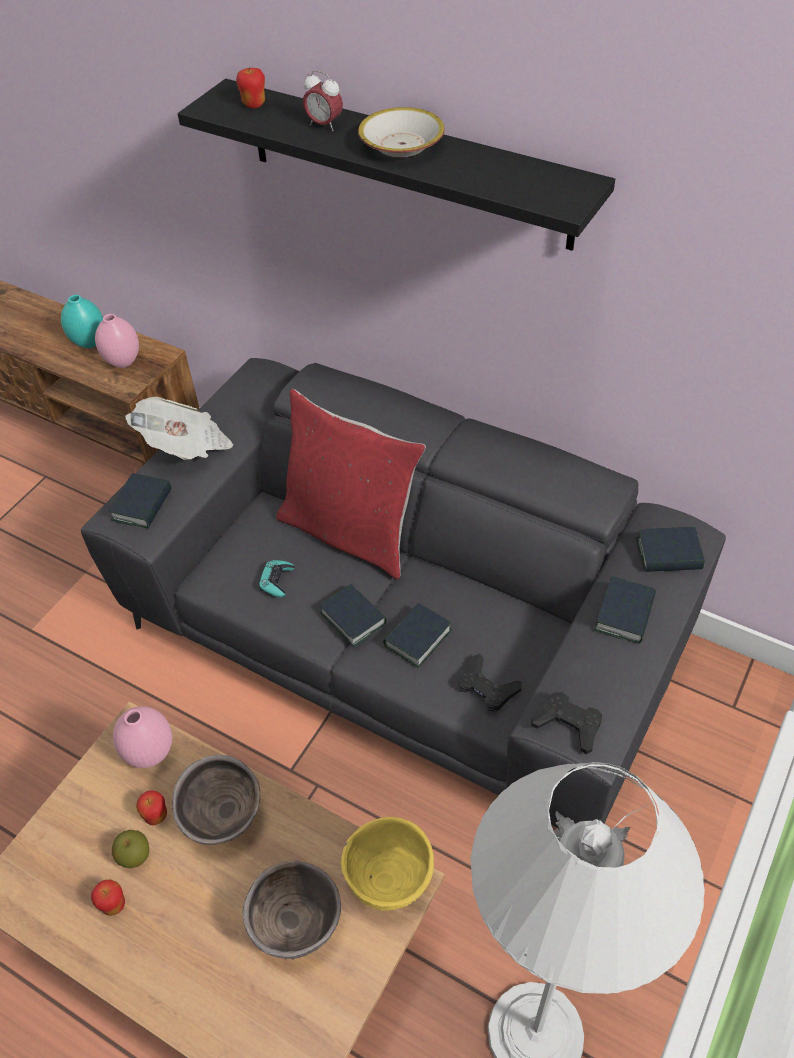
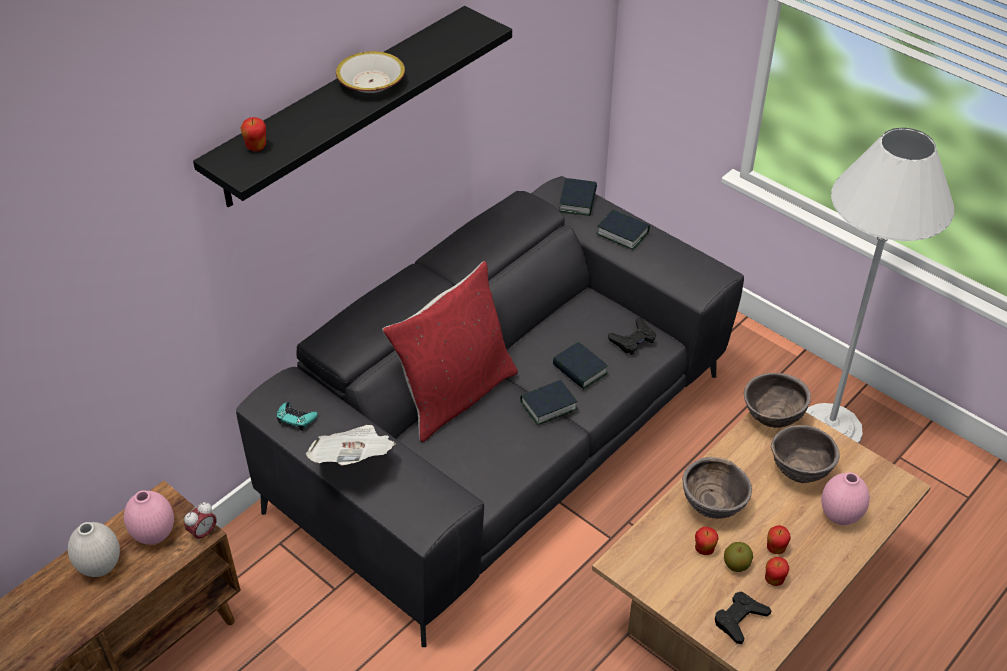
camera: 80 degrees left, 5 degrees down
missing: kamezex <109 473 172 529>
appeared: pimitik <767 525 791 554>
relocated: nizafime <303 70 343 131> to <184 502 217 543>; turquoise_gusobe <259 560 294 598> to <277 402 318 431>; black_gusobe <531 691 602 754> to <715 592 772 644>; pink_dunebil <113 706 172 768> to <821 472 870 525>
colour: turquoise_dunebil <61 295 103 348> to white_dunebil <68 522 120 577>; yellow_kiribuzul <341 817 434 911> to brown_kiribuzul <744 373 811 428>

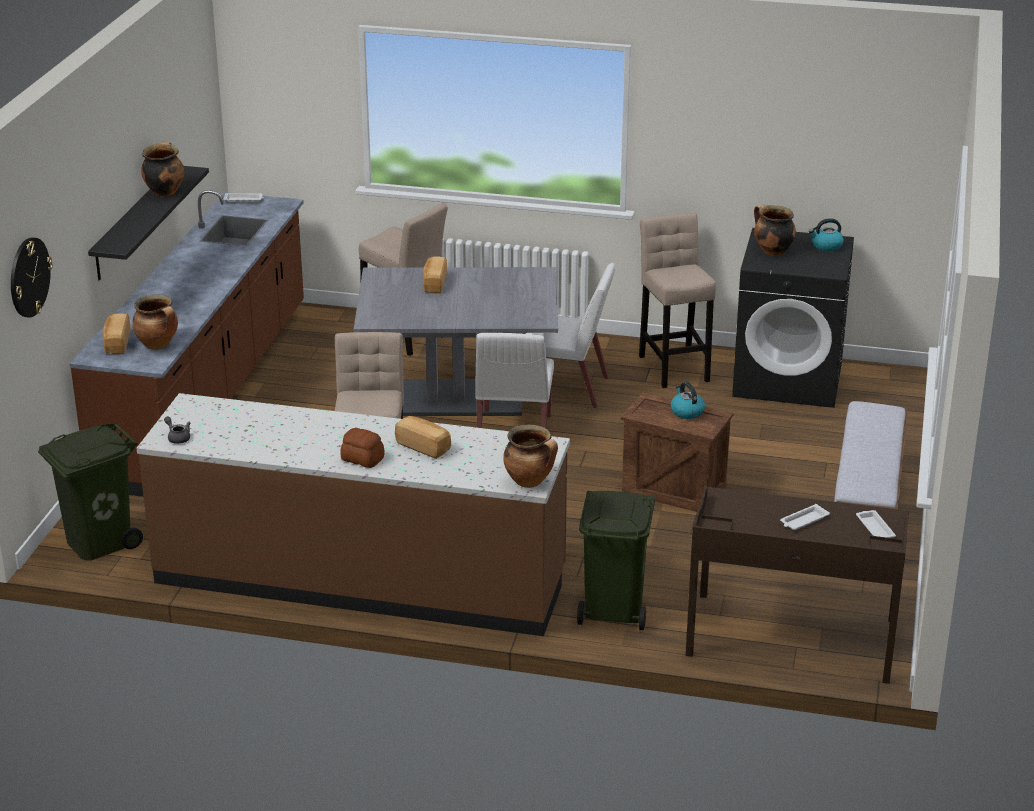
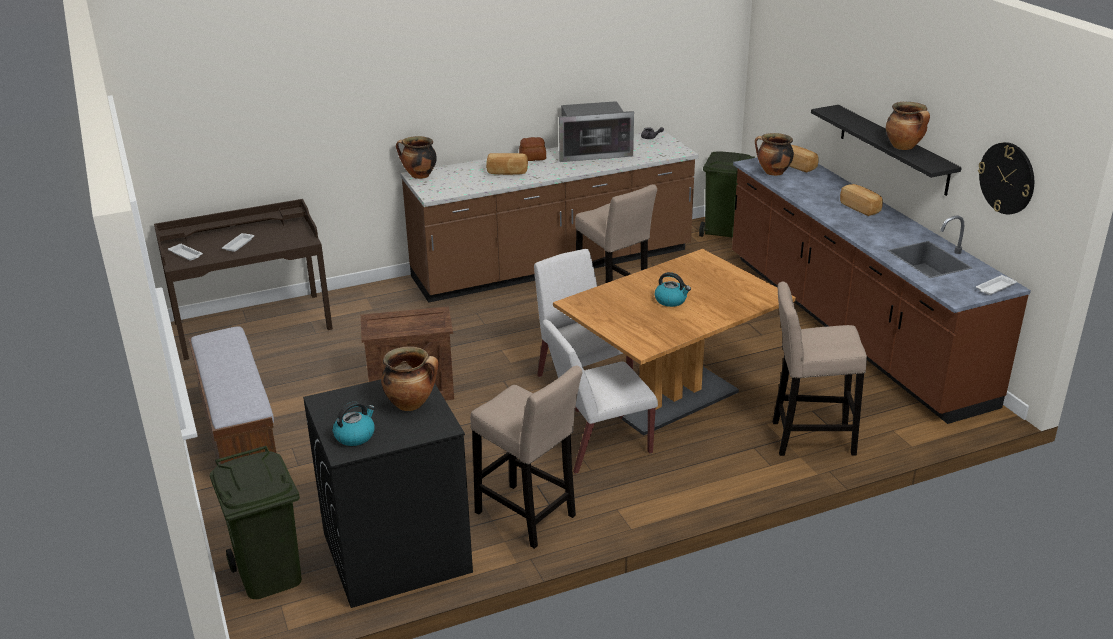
camera: 145 degrees right, 0 degrees up
appeared: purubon <559 101 634 162>
relocated: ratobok <11 237 53 318> to <978 142 1034 214>; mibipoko <423 256 447 293> to <840 184 883 216>; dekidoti <671 382 705 419> to <655 272 691 307>; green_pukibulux <577 491 655 630> to <210 446 302 599>
colour: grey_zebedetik <354 267 558 416> to brown_zebedetik <553 249 796 436>

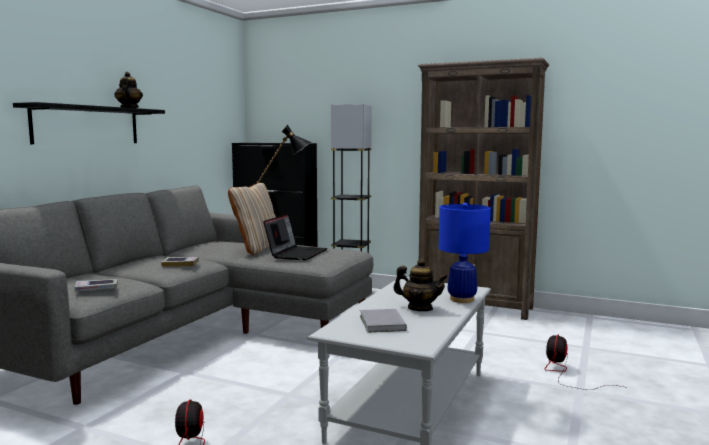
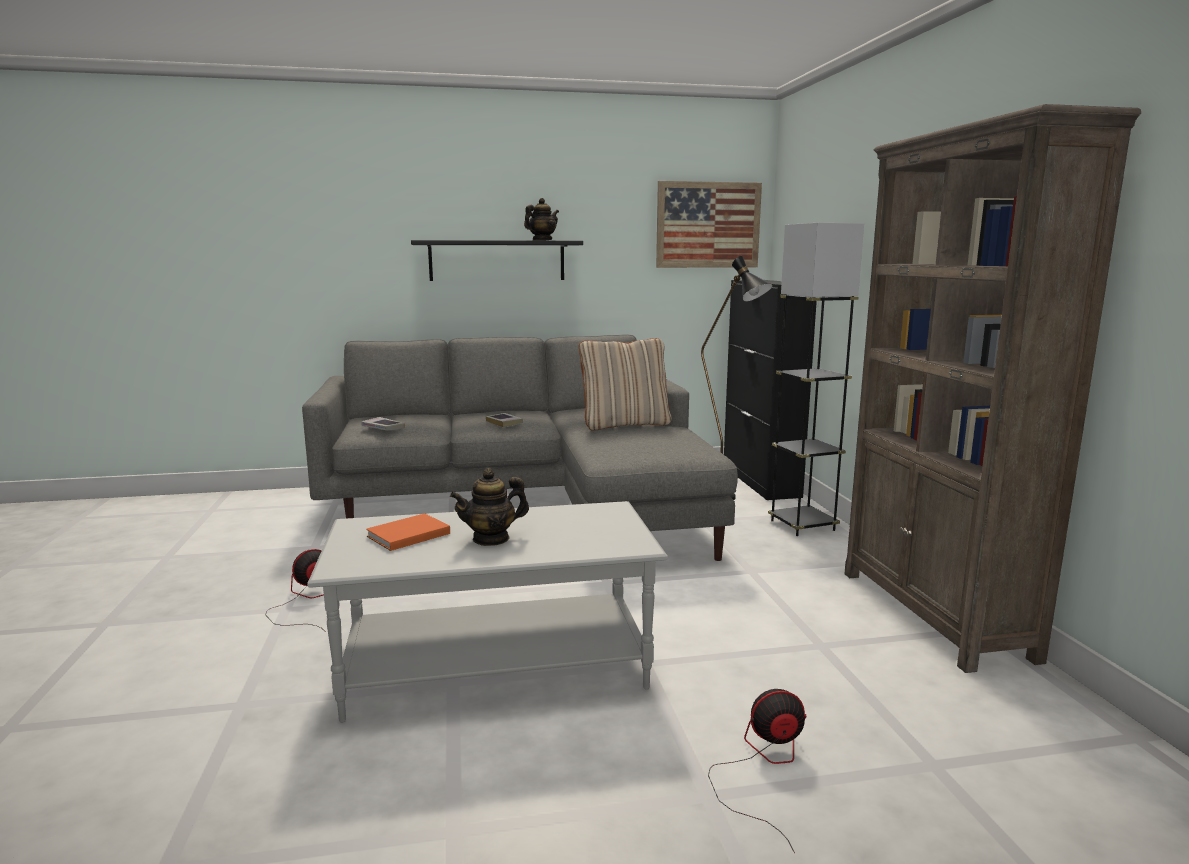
camera: 55 degrees right, 5 degrees up
missing: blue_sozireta <439 203 491 303>; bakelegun <263 214 328 261>
appeared: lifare <656 181 762 268>
colour: grey_kamezex <360 309 407 333> to orange_kamezex <366 513 450 551>
spun: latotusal <394 259 448 311> = <450 468 529 546> 75 degrees clockwise

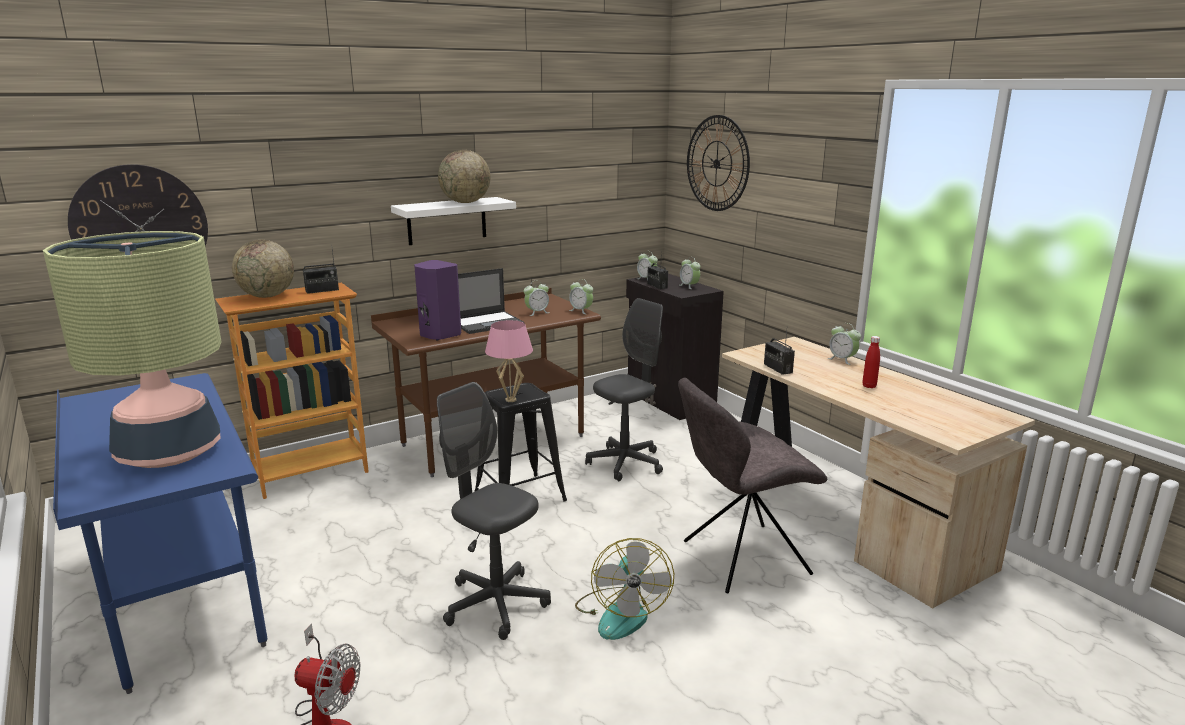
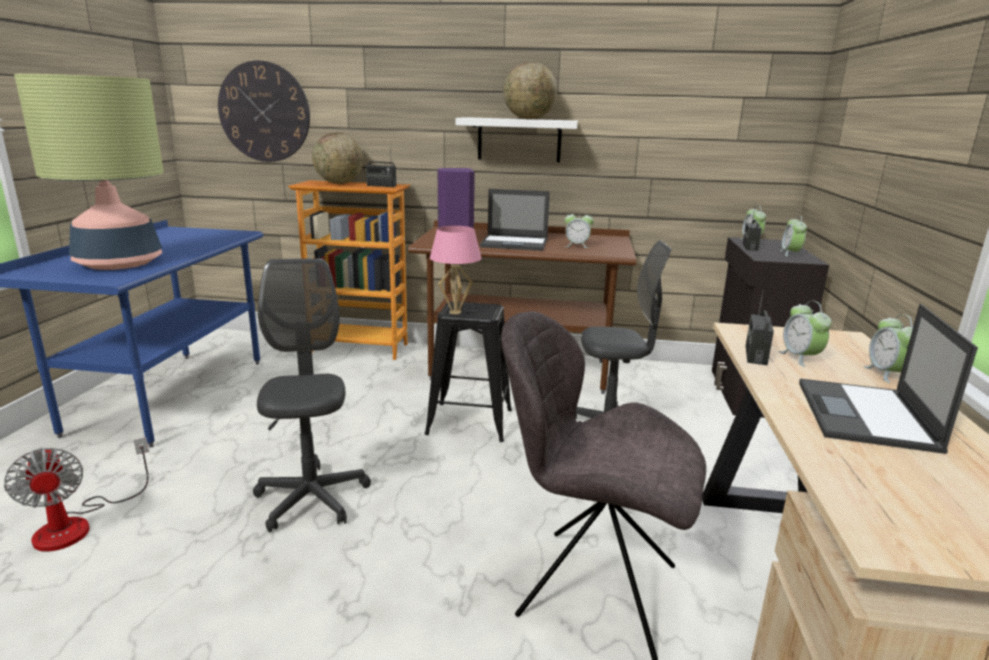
camera: 40 degrees right, 0 degrees up
missing: ratobok <687 115 750 211>; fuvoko <575 538 674 640>
relocated: nizafime <569 279 593 314> to <779 300 832 367>
exchanged: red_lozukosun <862 336 880 388> to bakelegun <799 304 978 454>

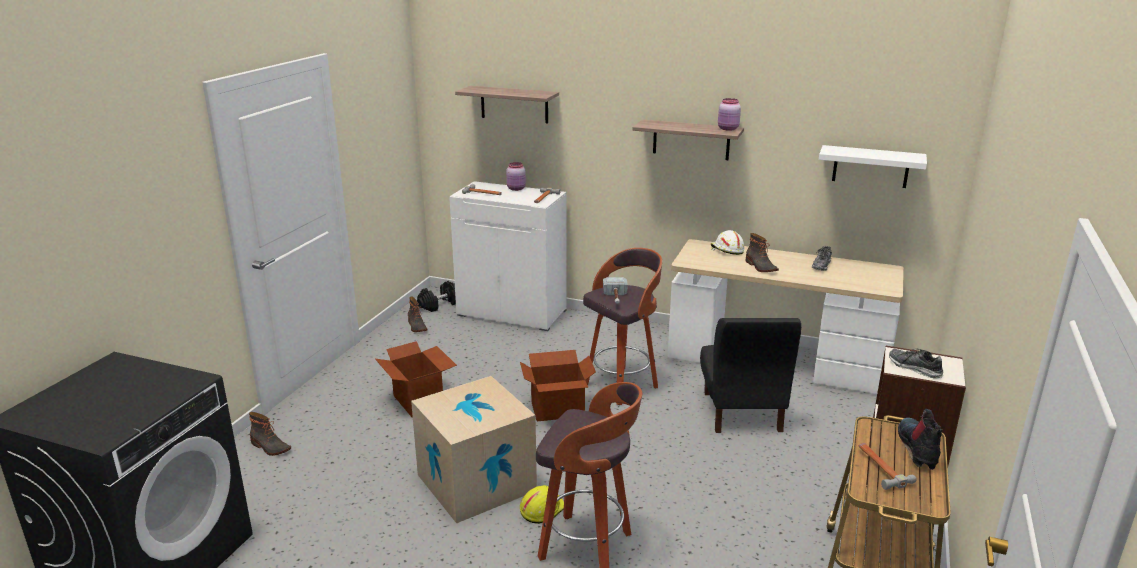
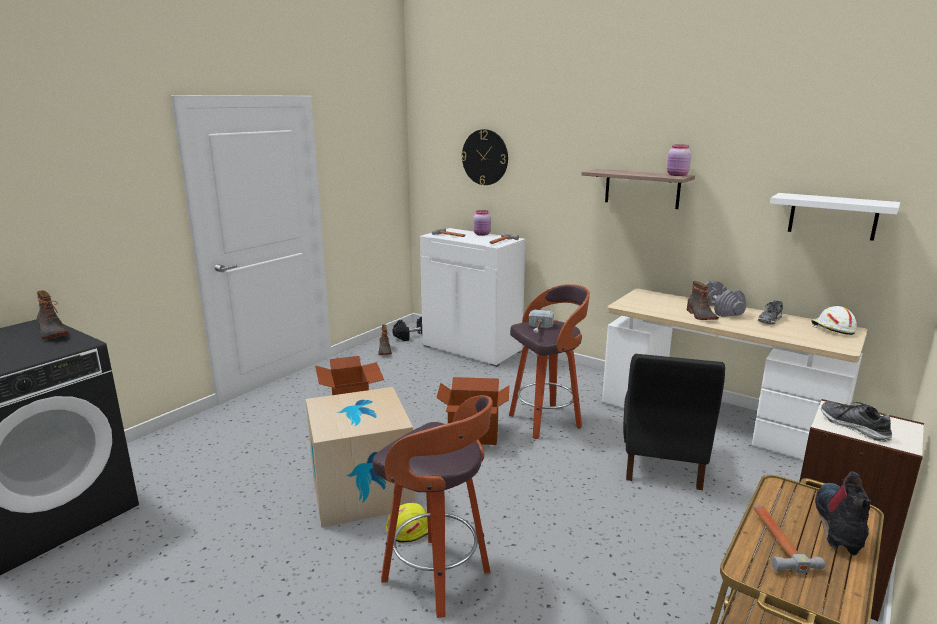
camera: 15 degrees right, 5 degrees down
appeared: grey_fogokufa <704 280 746 317>
relocated: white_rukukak <711 230 744 255> to <811 306 857 335>; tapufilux <249 412 291 456> to <37 290 69 340>
exchanged: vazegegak <455 86 559 123> to ratobok <461 129 508 185>

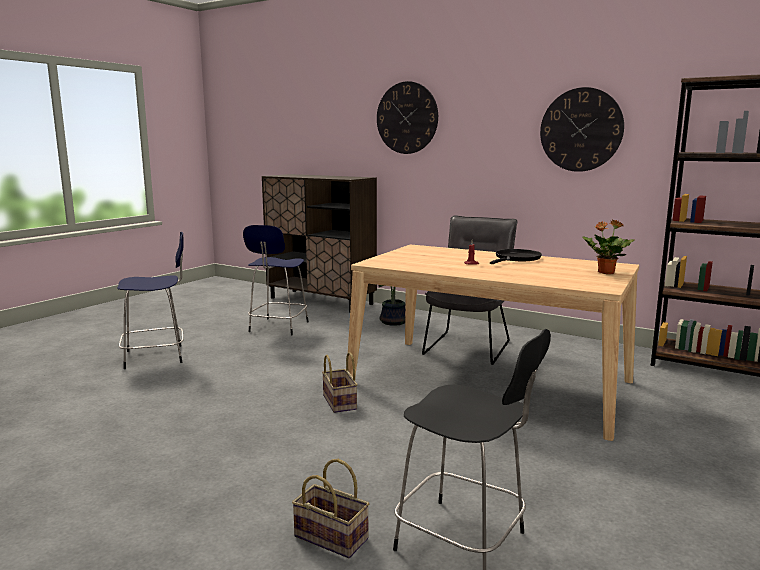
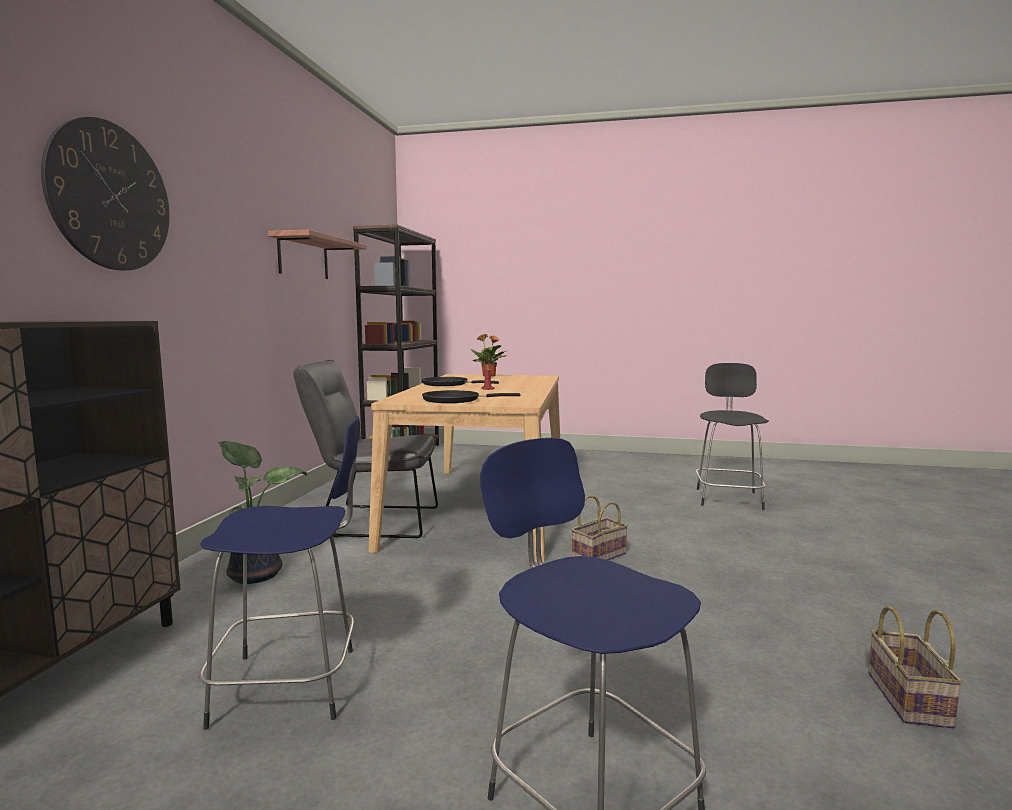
camera: 110 degrees left, 5 degrees down
appeared: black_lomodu <422 390 520 403>
relocated: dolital <292 459 369 558> to <868 606 963 729>
exchanged: ratobok <540 87 624 172> to vazegegak <268 230 367 279>

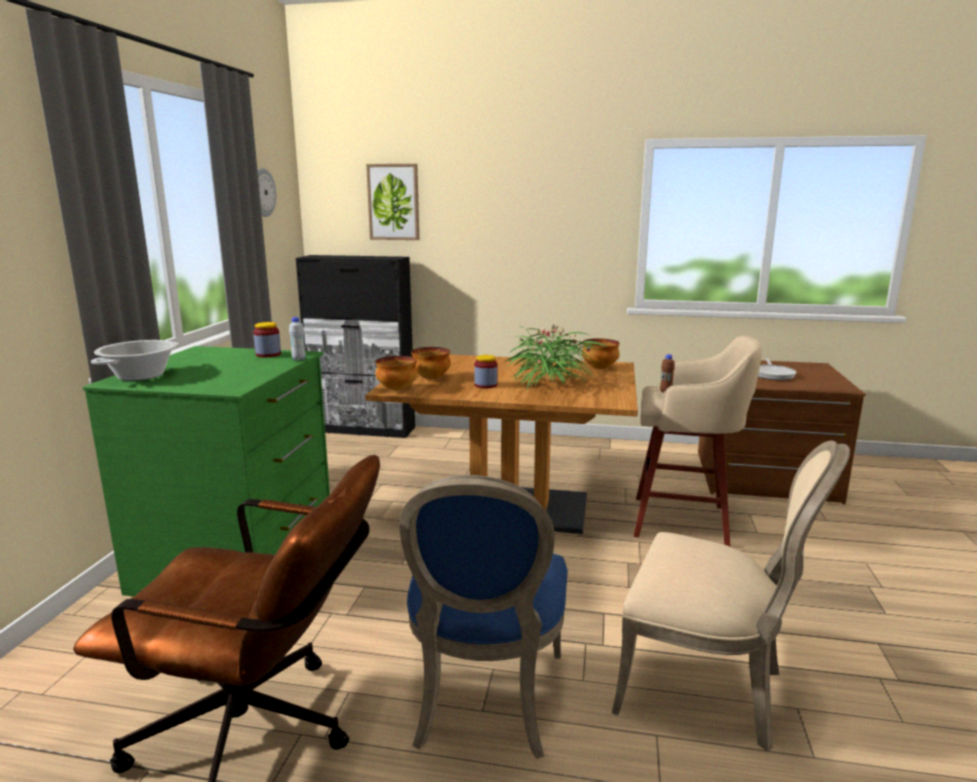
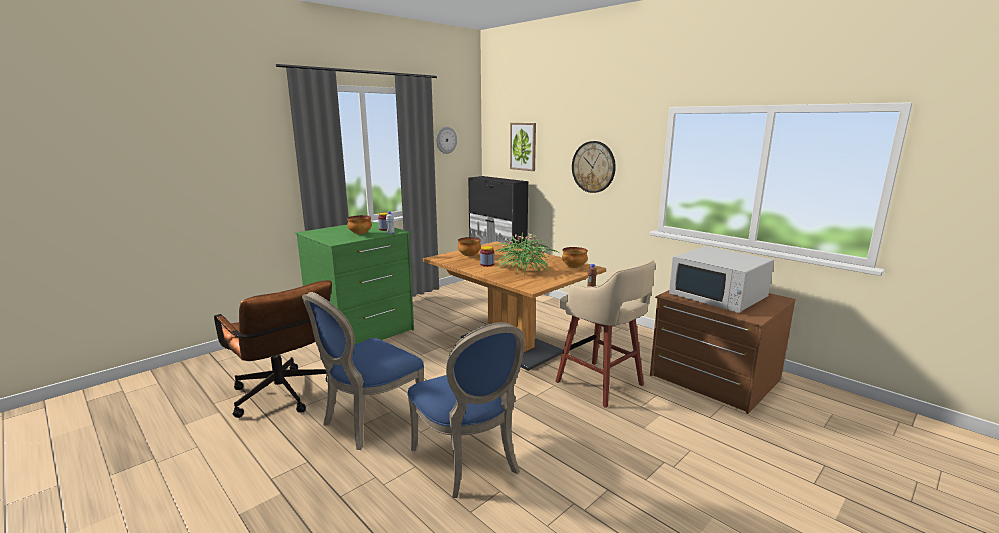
camera: 35 degrees right, 0 degrees up
missing: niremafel <91 340 179 381>
appeared: ratobok <572 141 616 193>
relocated: kiribuzul <375 356 418 390> to <347 215 372 235>
exchanged: lomodu <758 358 796 380> to white_purubon <669 246 774 313>
colour: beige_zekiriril <612 440 850 752> to blue_zekiriril <407 322 525 498>

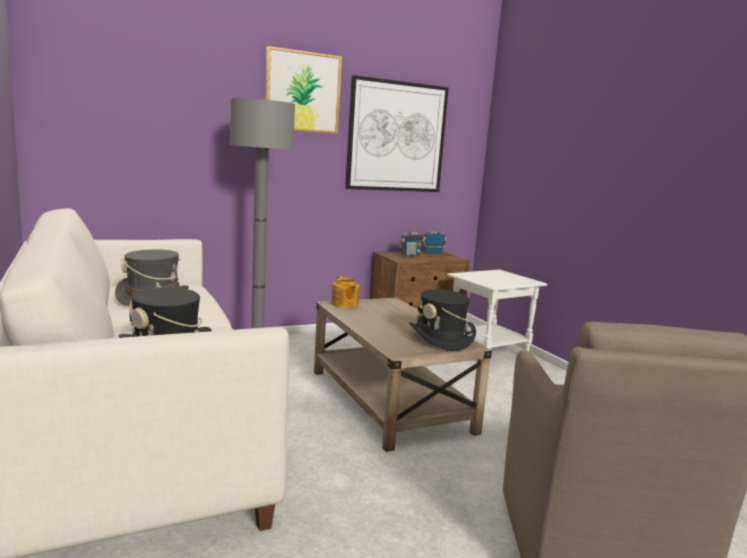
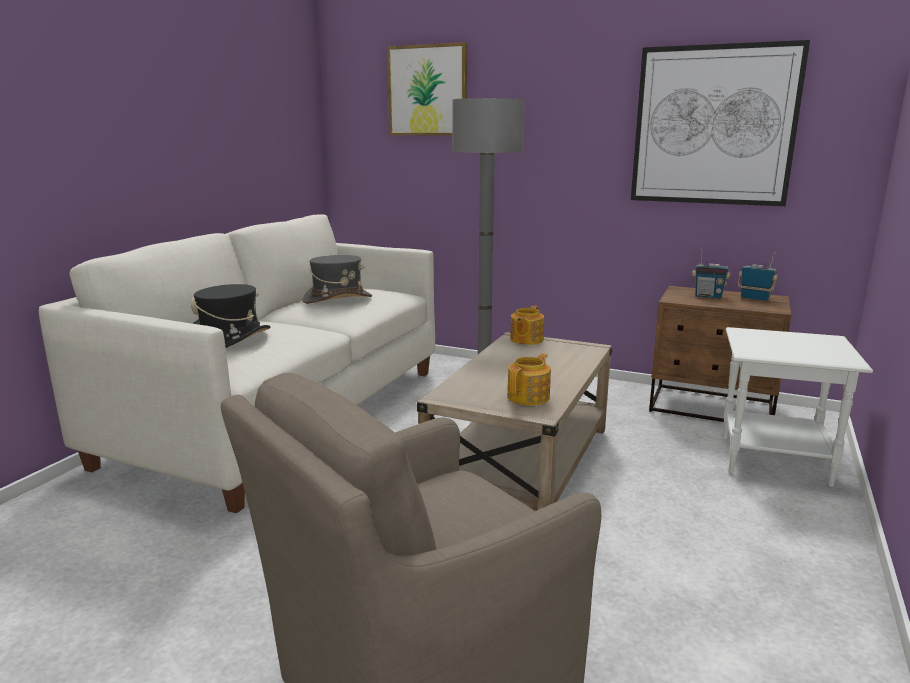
camera: 50 degrees right, 5 degrees up
relocated: lifare <265 46 342 134> to <387 42 467 136>
exchanged: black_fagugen <409 289 476 351> to latotusal <507 353 551 406>

